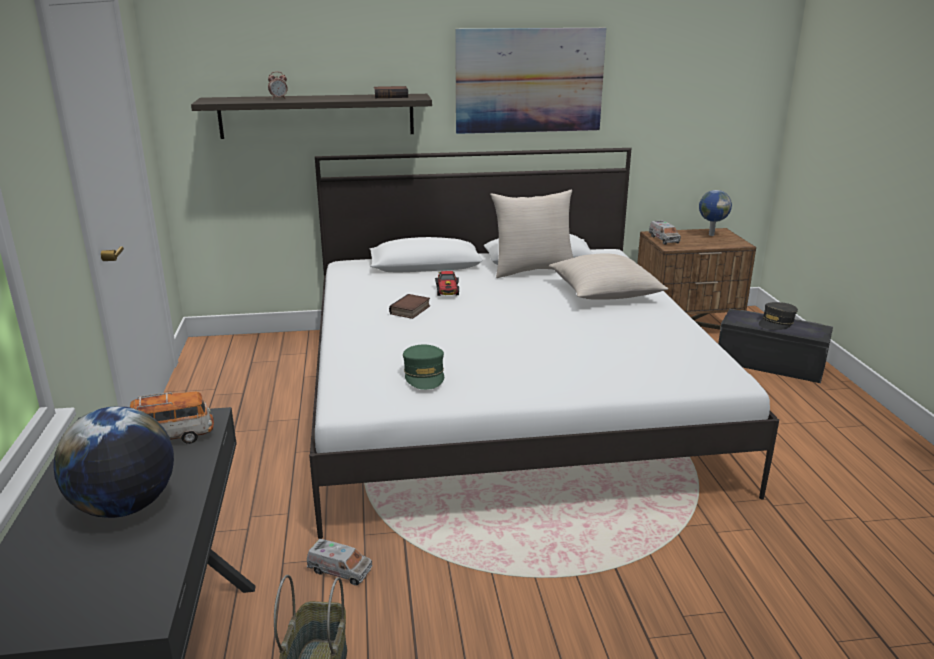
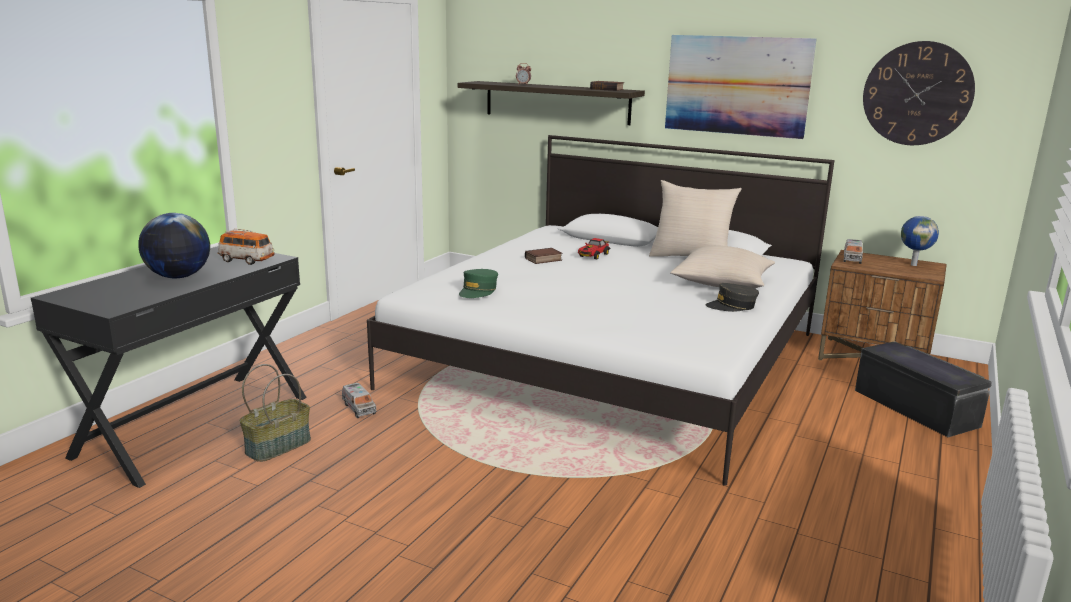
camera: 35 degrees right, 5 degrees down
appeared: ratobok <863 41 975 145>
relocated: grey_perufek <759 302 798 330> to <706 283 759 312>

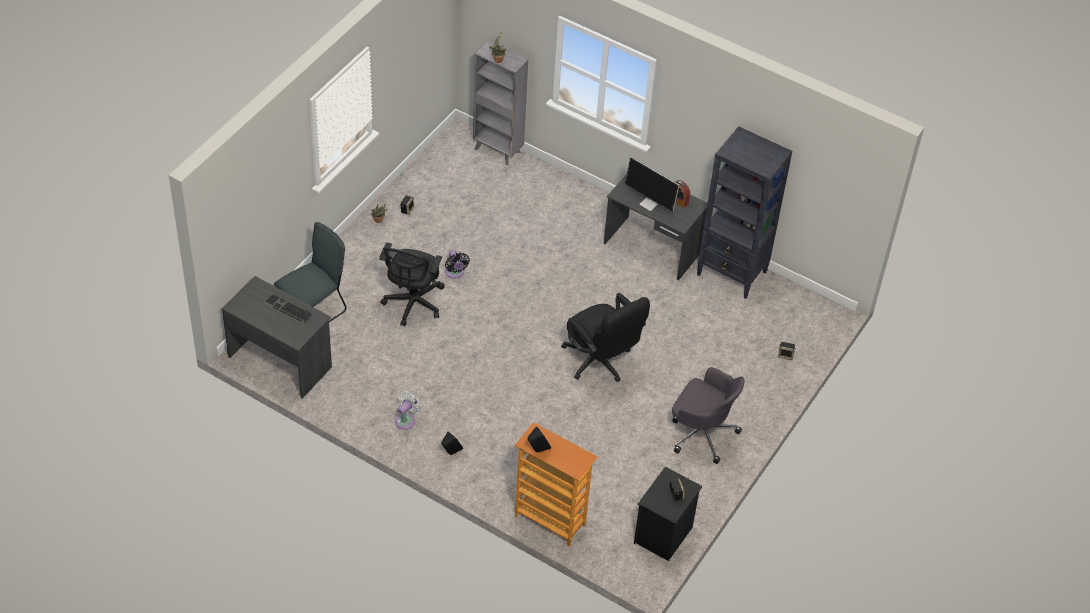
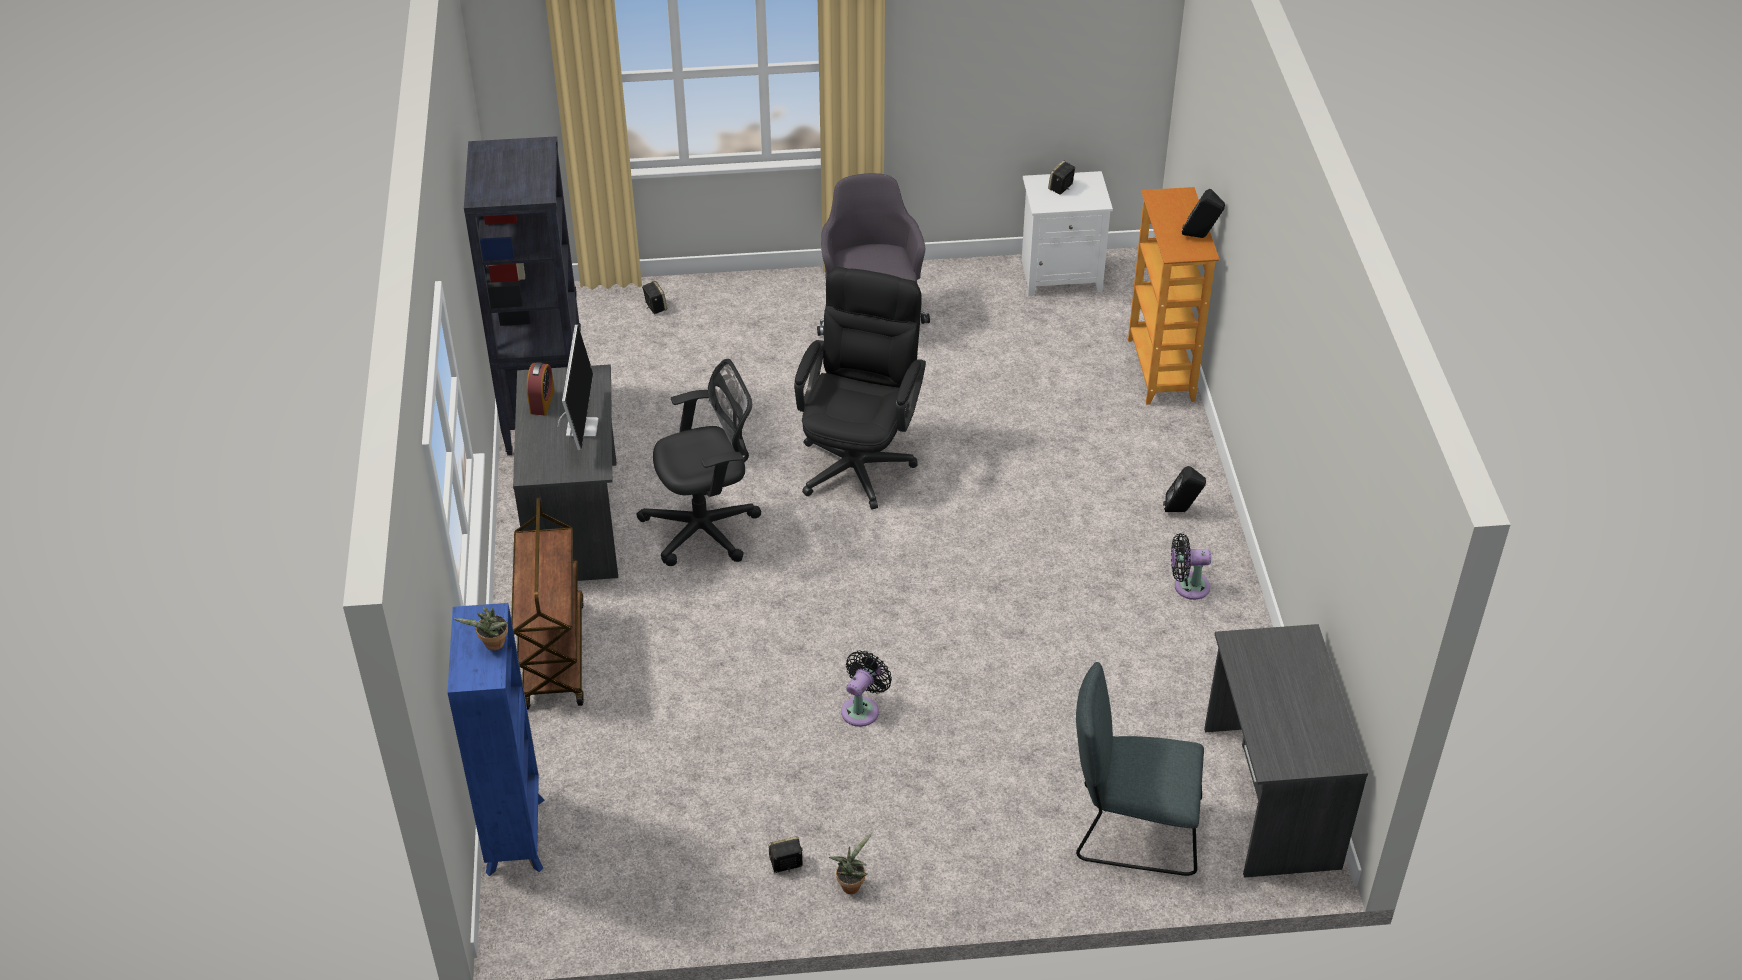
camera: 125 degrees left, 5 degrees down
missing: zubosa <263 294 314 324>
appeared: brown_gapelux <511 498 584 710>
relocated: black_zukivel <379 243 445 326> to <637 359 761 566>
colour: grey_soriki <473 41 528 165> to blue_soriki <447 603 544 876>; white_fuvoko <395 390 422 430> to black_fuvoko <1171 533 1211 600>; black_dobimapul <634 467 702 561> to white_dobimapul <1022 171 1113 296>

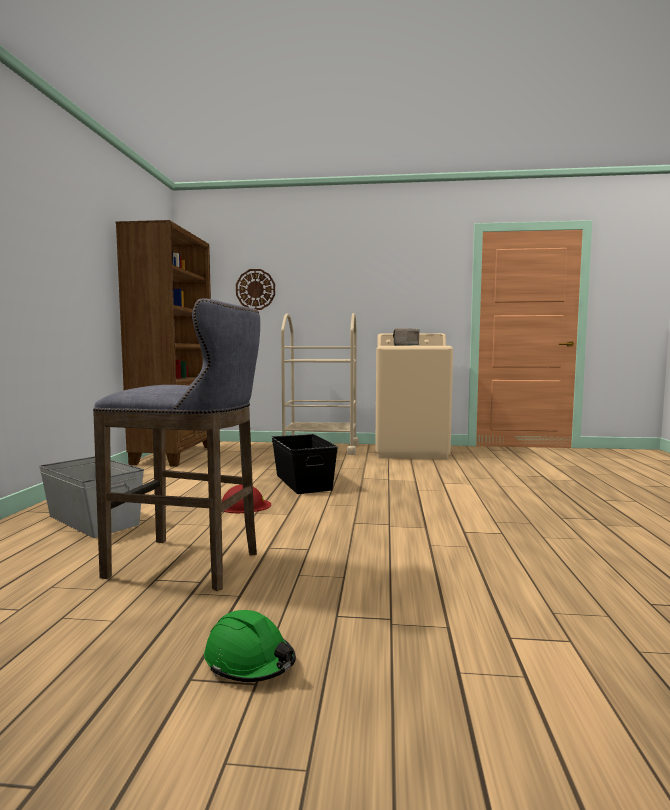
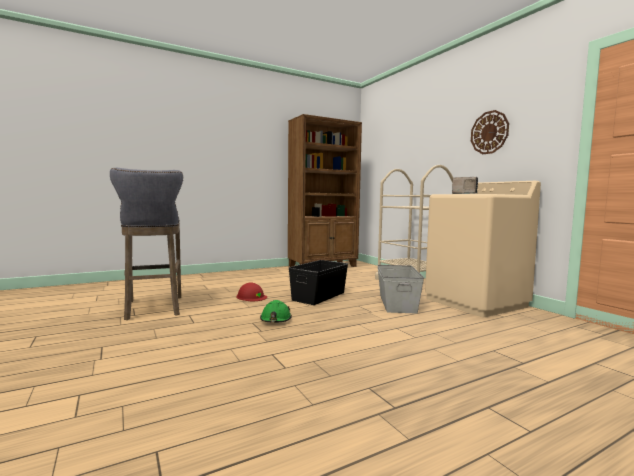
camera: 55 degrees right, 0 degrees up
relocated: ratobok <236 269 275 310> to <471 110 509 154>; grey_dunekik <39 456 144 538> to <377 265 424 314>; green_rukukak <204 610 296 682> to <260 300 292 323>

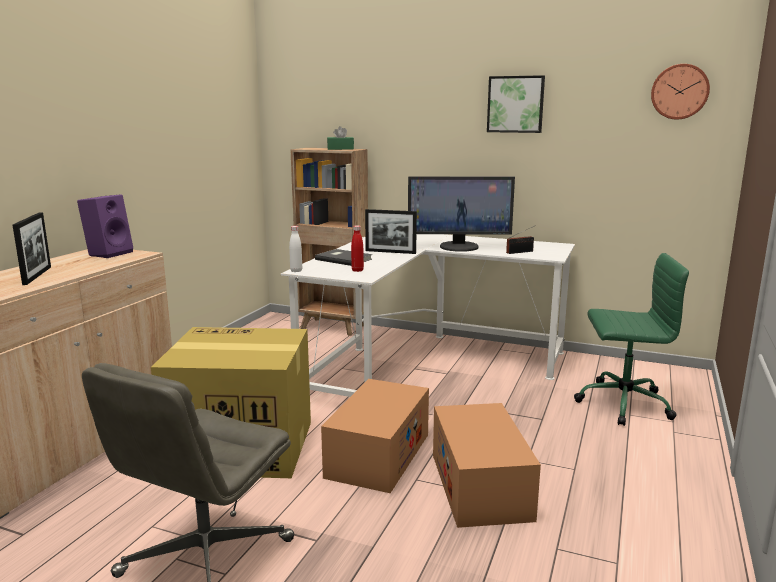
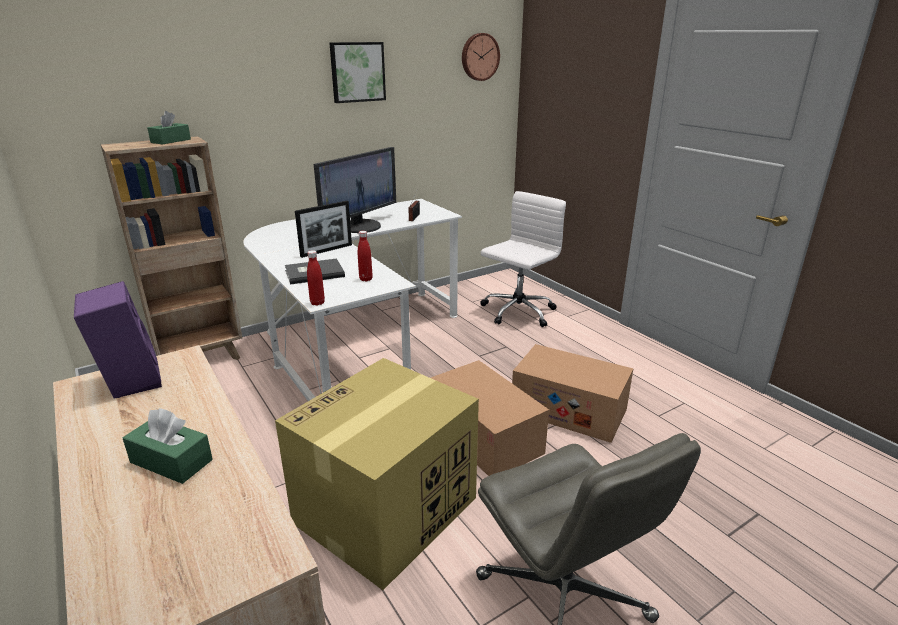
camera: 55 degrees left, 10 degrees up
exchanged: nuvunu <13 213 51 285> to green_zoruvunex <123 408 213 484>
colour: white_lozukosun <289 226 302 272> to red_lozukosun <307 250 325 306>; green_zukivel <574 253 689 426> to white_zukivel <481 191 566 327>

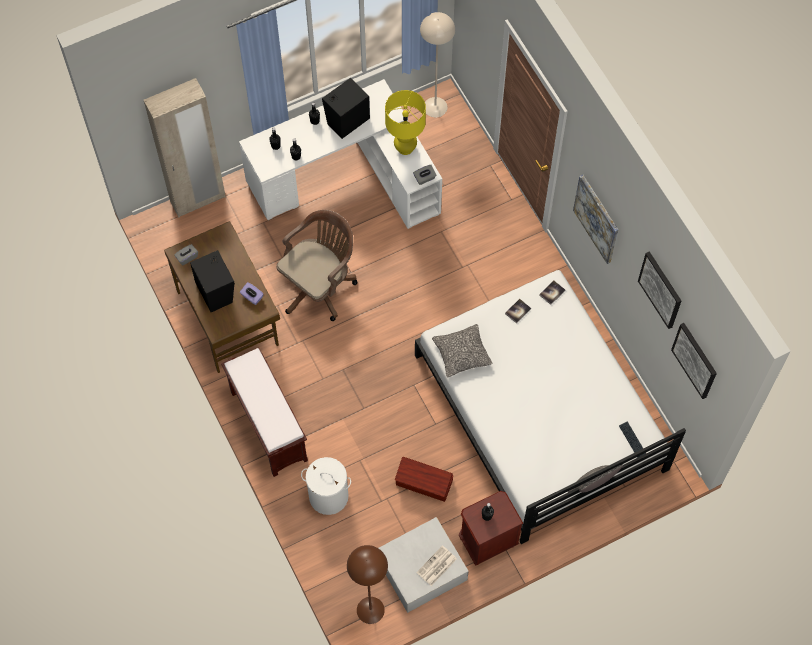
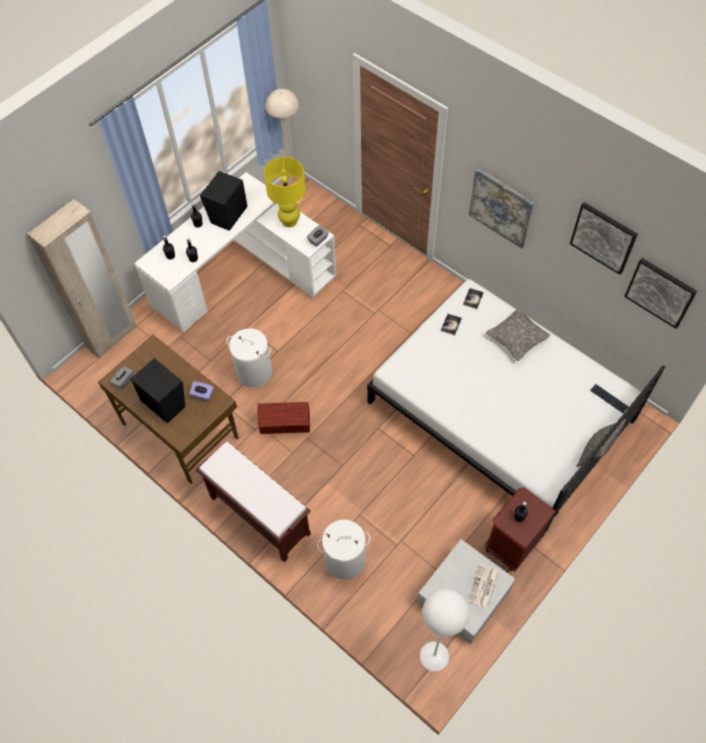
camera: 20 degrees left, 5 degrees down
relocated: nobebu <432 324 492 378> to <486 308 551 361>; brown_dunekik <395 457 453 502> to <257 402 310 434>
exchanged: brown_zukivel <276 210 357 321> to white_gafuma <227 328 272 387>
colour: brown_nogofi <347 545 388 624> to white_nogofi <420 589 469 671>

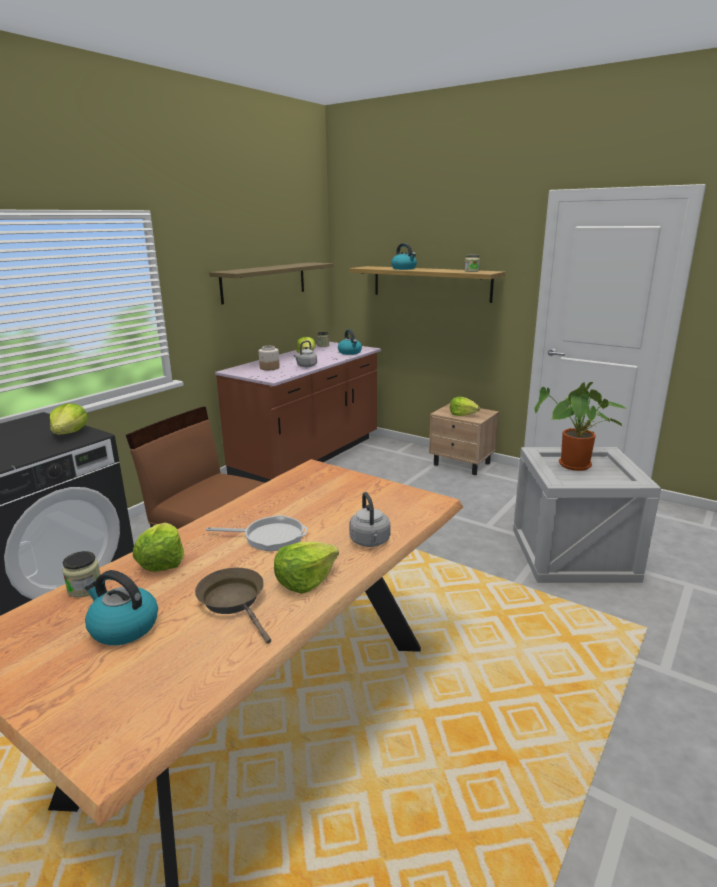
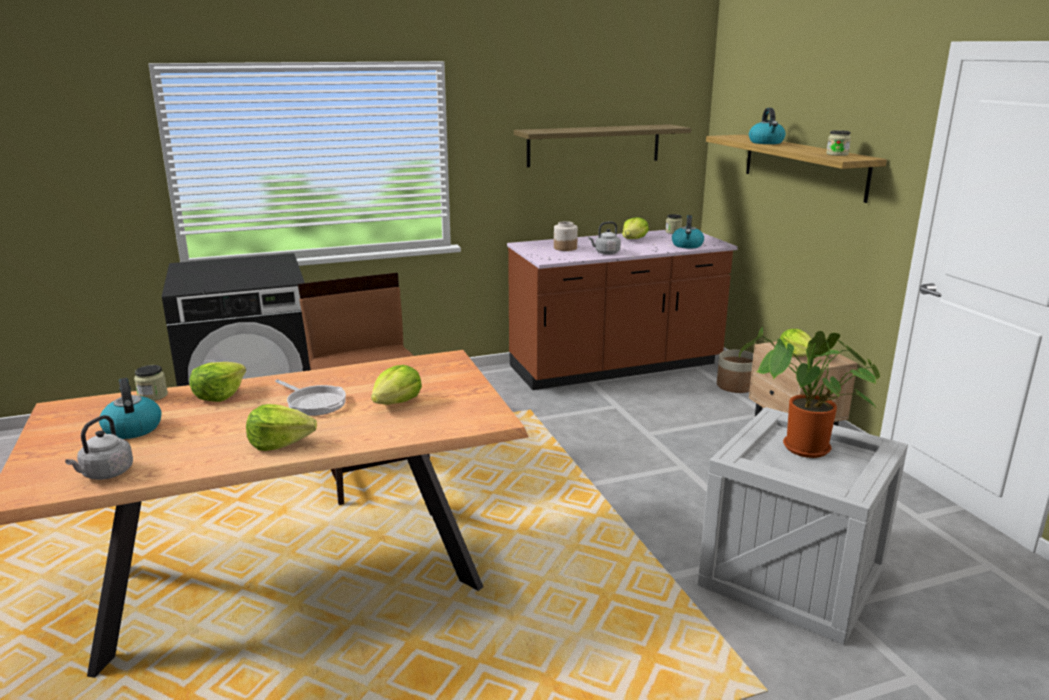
camera: 35 degrees right, 0 degrees up
missing: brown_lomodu <195 568 271 644>
appeared: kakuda <717 350 754 393>
relocated: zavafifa <50 403 88 435> to <371 365 422 404>; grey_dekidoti <349 492 391 547> to <65 415 133 480>

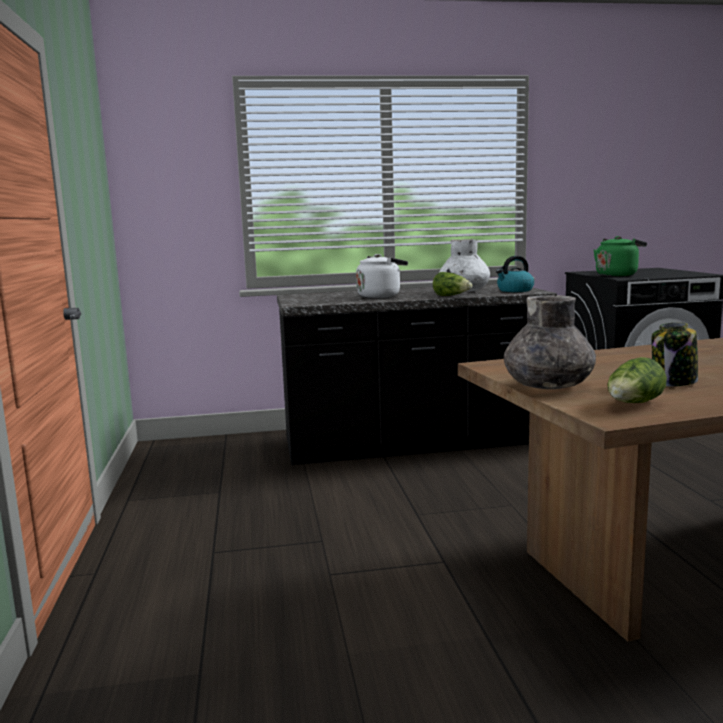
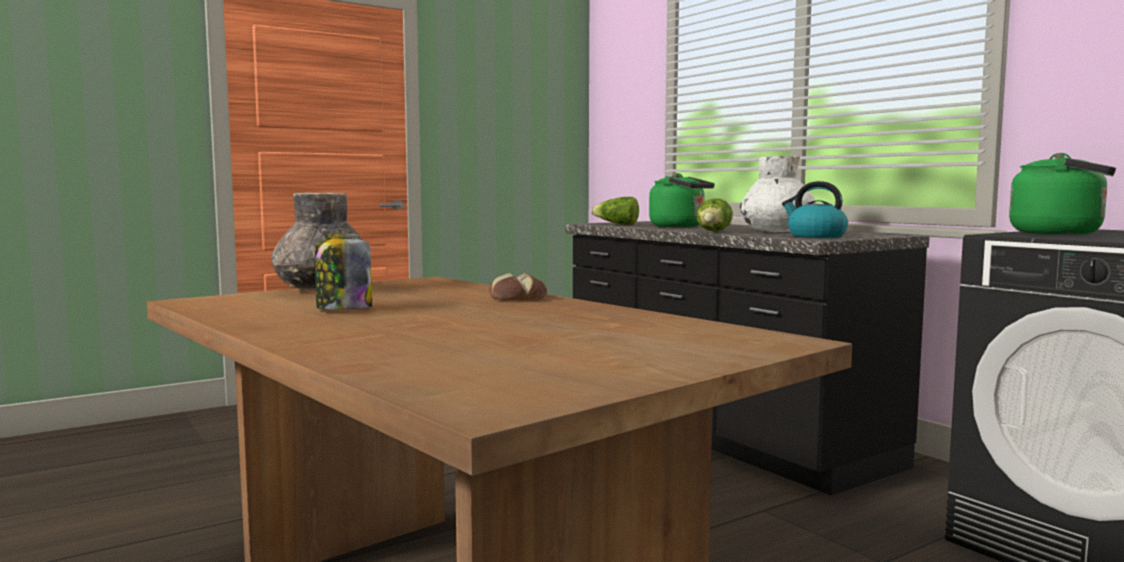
camera: 65 degrees right, 5 degrees down
appeared: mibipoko <489 273 547 301>
relocated: zavafifa <607 357 667 403> to <591 197 639 225>
colour: white_dekidoti <356 254 408 298> to green_dekidoti <649 173 715 227>

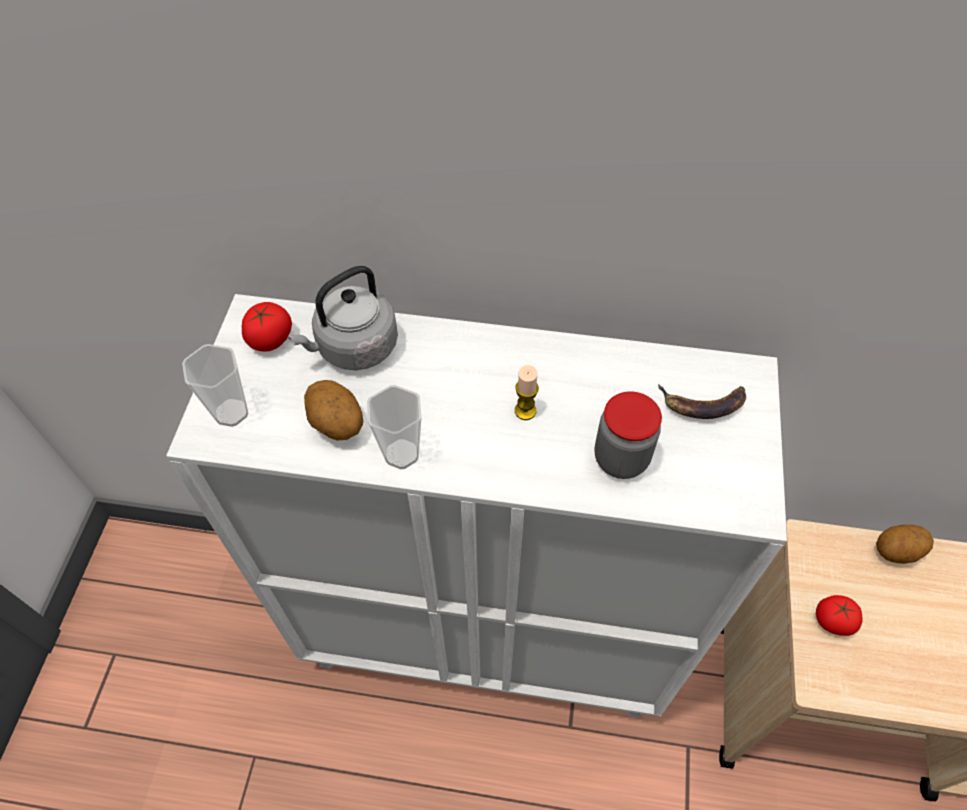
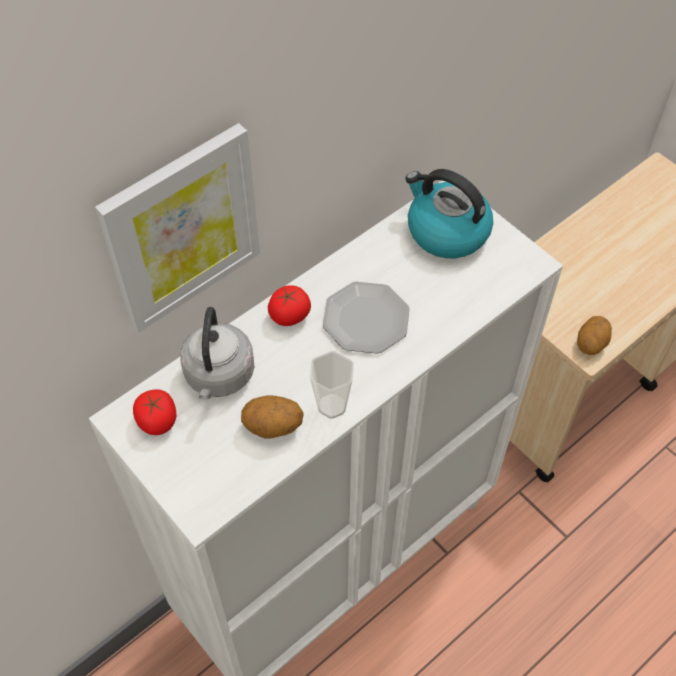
camera: 50 degrees left, 0 degrees up
missing: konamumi <182 344 248 427>; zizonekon <595 392 662 479>
appeared: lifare <95 123 260 333>
relocated: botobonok <876 525 934 564> to <577 316 612 355>; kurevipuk <816 595 863 636> to <268 285 311 326>
exchanged: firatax <515 365 539 420> to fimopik <322 281 410 354>; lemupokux <658 384 746 419> to dekidoti <405 169 493 258>

